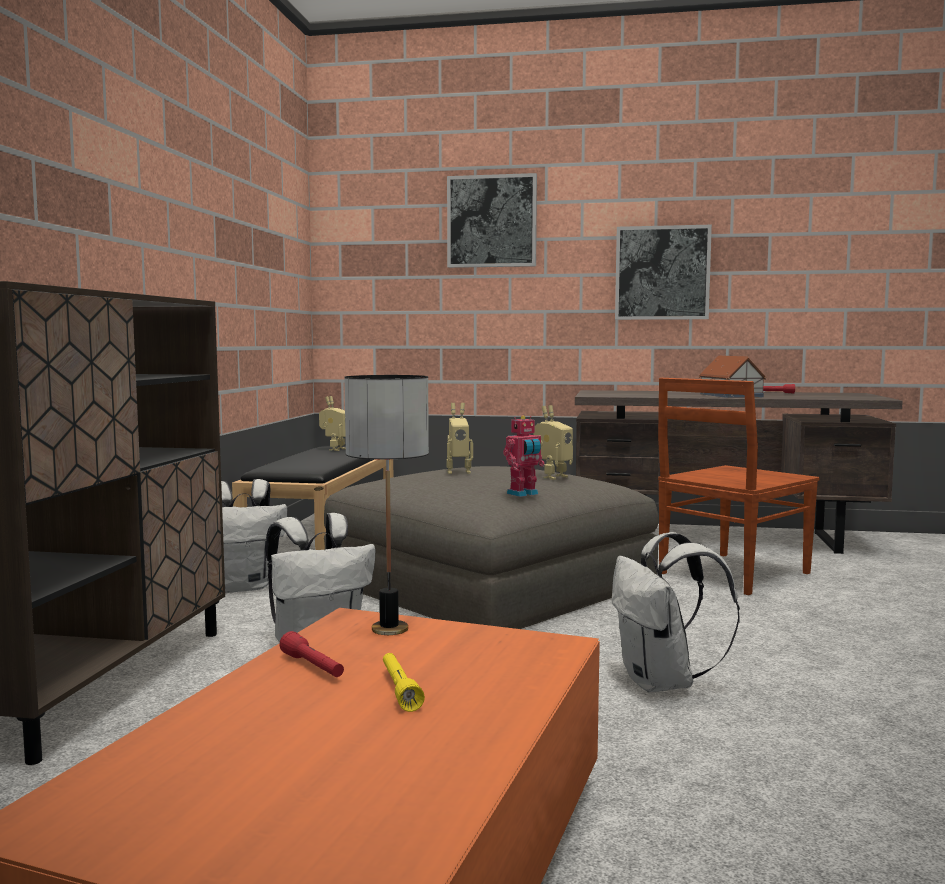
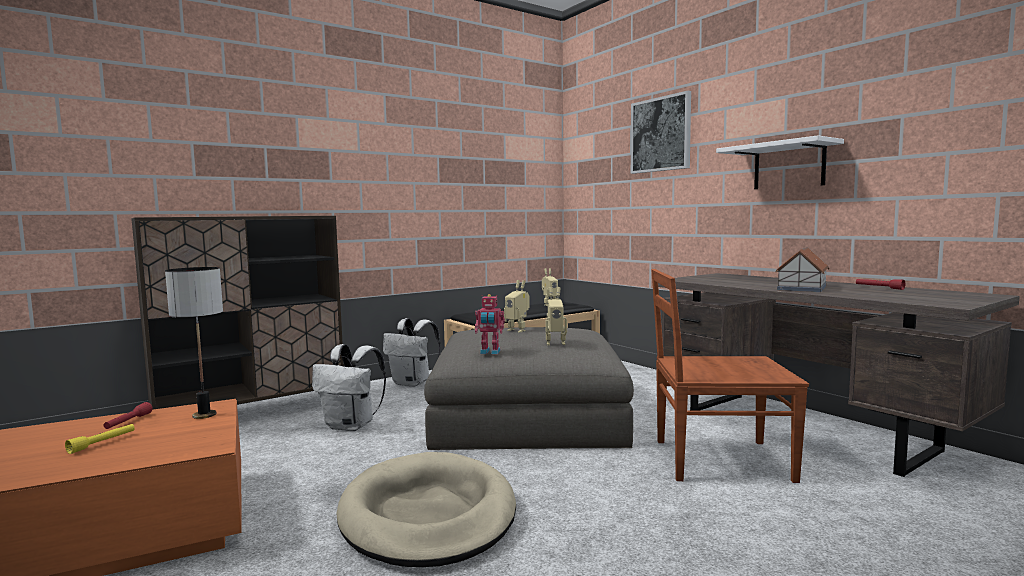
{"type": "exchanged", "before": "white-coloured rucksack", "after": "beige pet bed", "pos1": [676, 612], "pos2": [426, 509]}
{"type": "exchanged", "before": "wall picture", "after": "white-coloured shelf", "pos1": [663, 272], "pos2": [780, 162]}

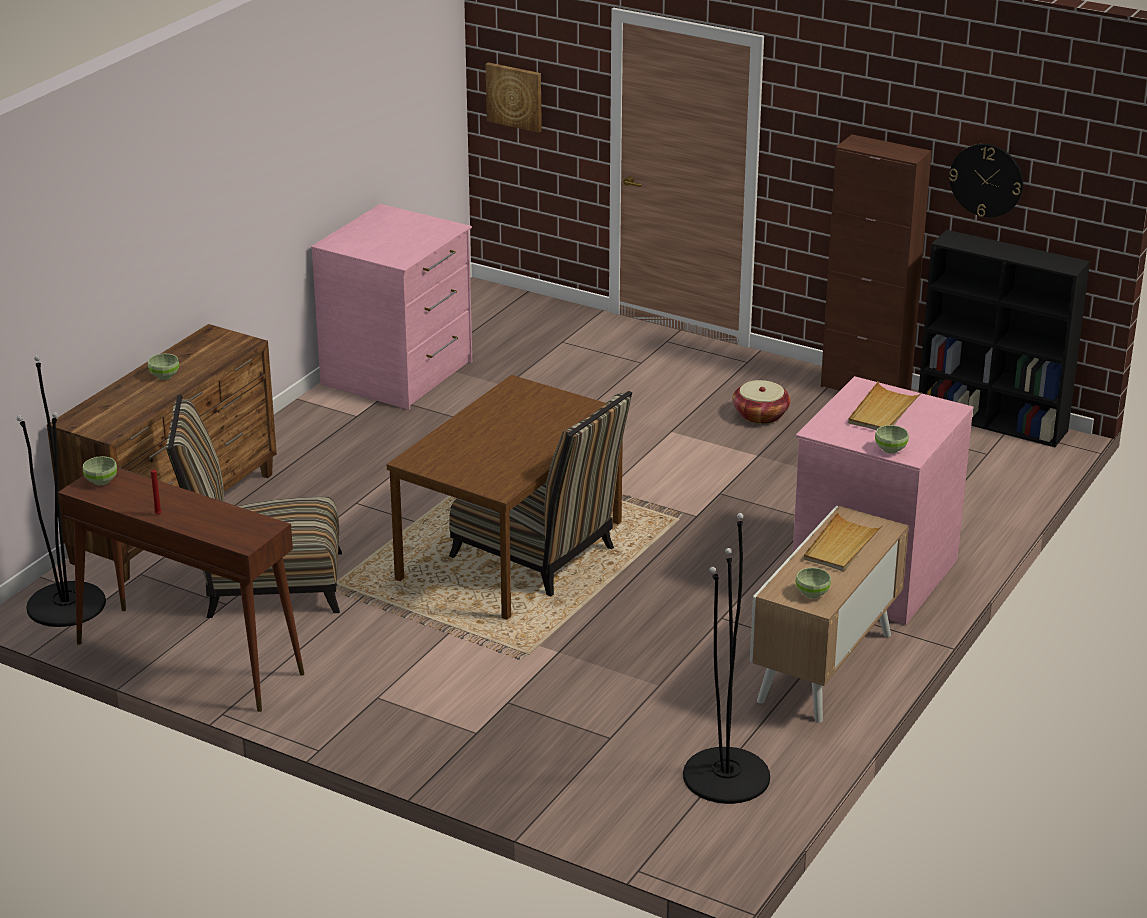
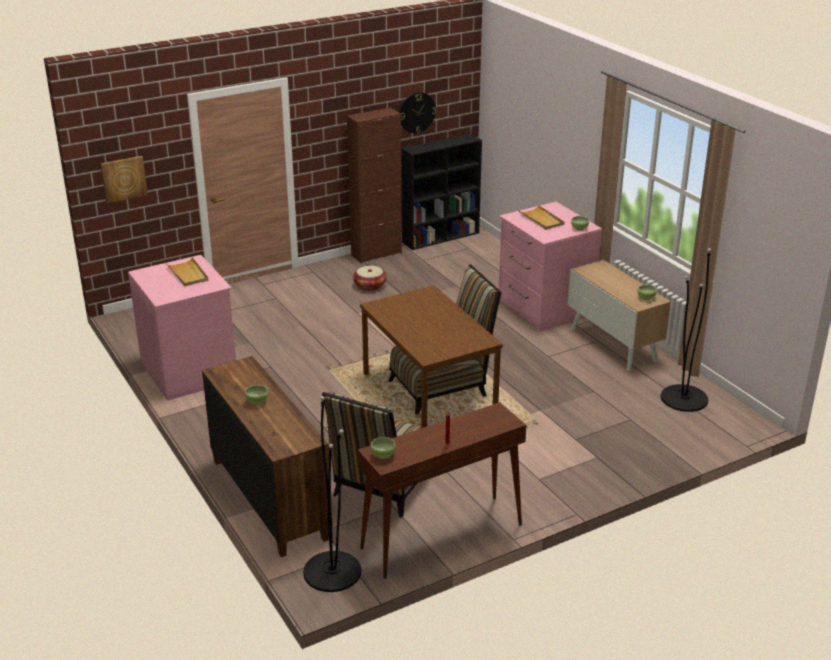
{"type": "relocated", "before": "beige carrying tray", "pos1": [843, 541], "pos2": [187, 271]}

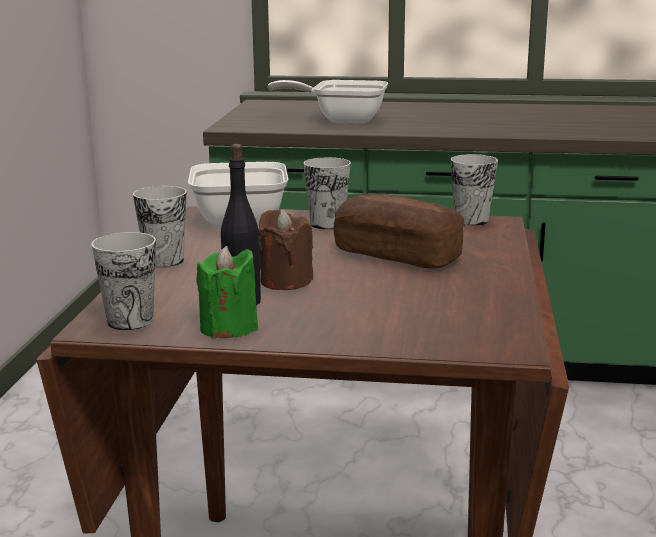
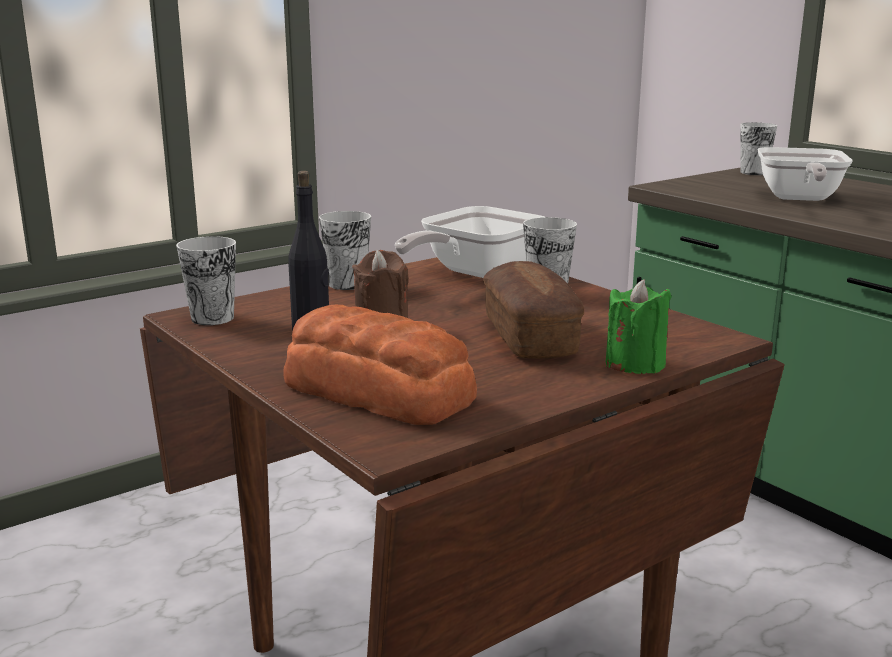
{"type": "relocated", "before": "green candle", "pos1": [227, 292], "pos2": [639, 326]}
{"type": "spun", "before": "skillet", "pos1": [327, 102], "pos2": [805, 174], "turn": -135}
{"type": "relocated", "before": "small cup", "pos1": [474, 190], "pos2": [758, 148]}
{"type": "appeared", "after": "baked bread", "pos2": [380, 365]}

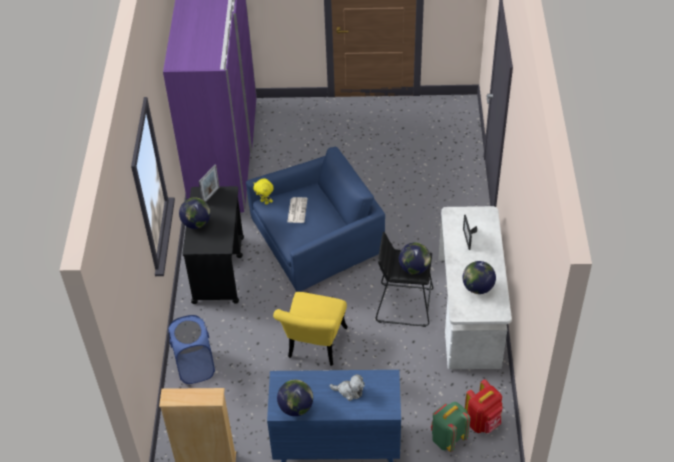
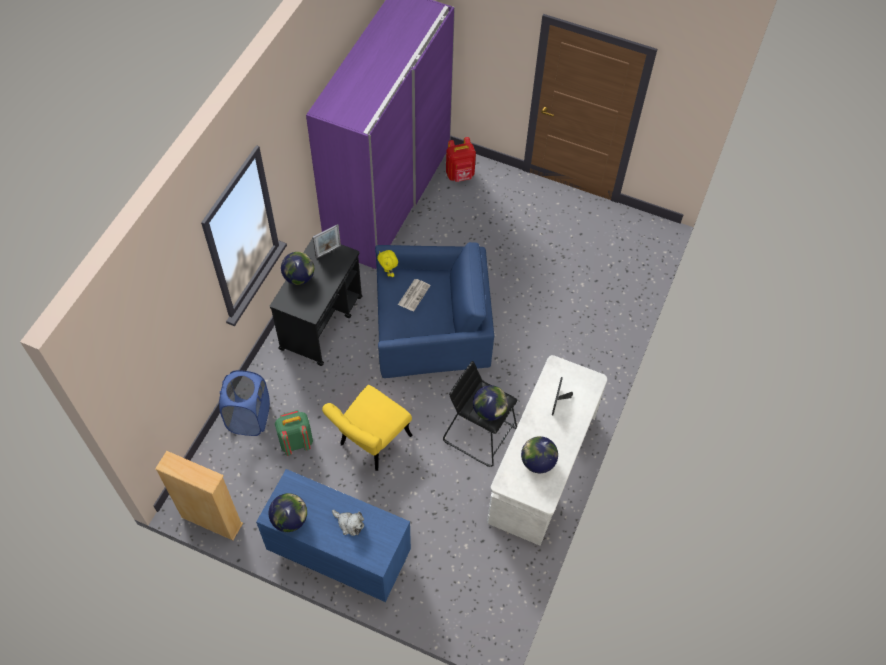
{"type": "relocated", "before": "green rucksack", "pos1": [451, 427], "pos2": [294, 433]}
{"type": "relocated", "before": "reddish rucksack", "pos1": [483, 406], "pos2": [461, 159]}

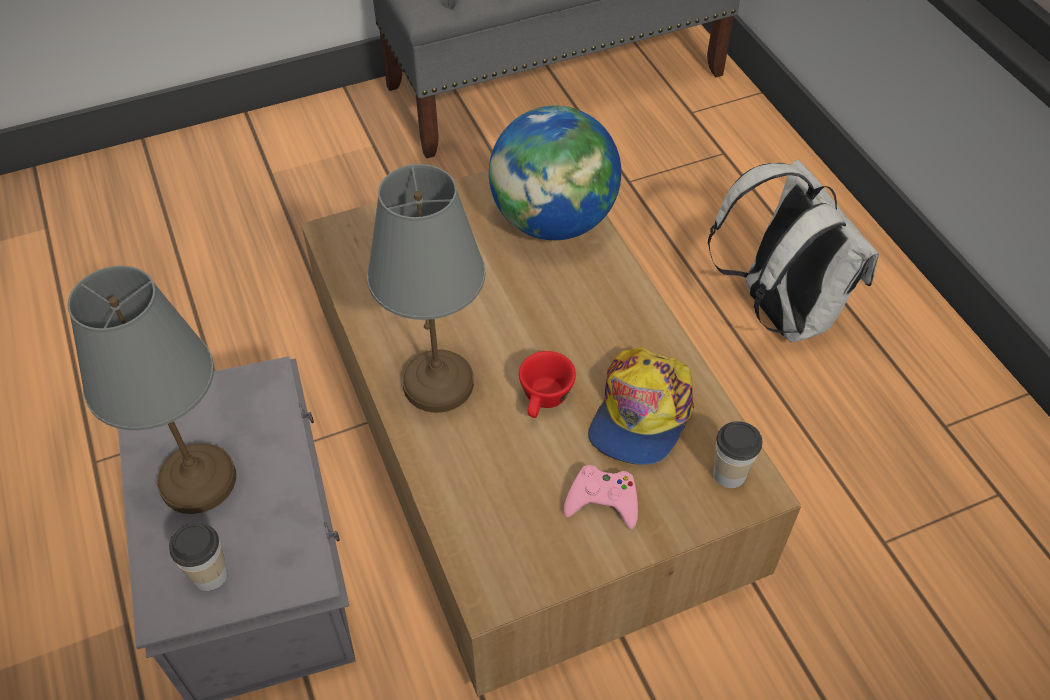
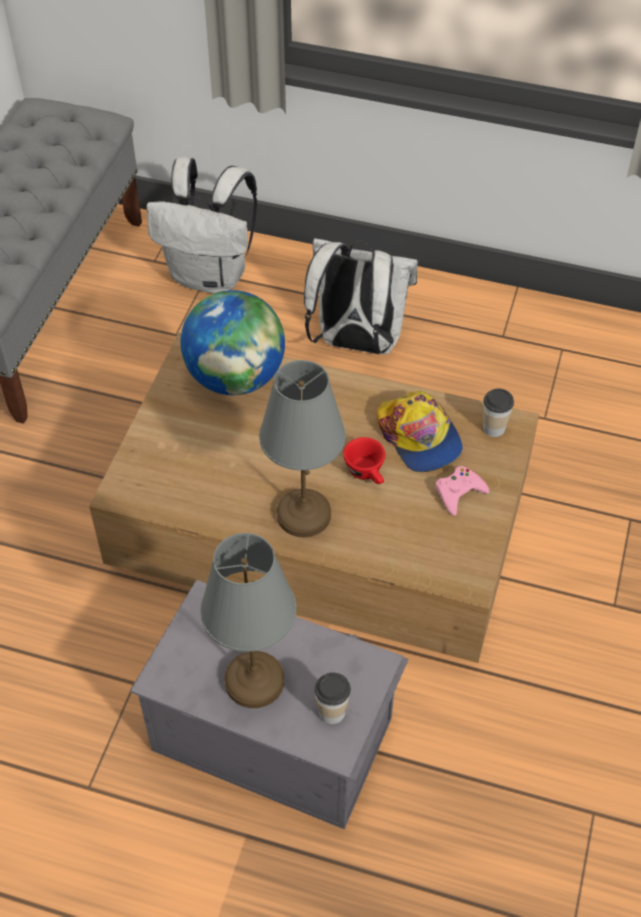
{"type": "appeared", "after": "white-coloured rucksack", "pos2": [201, 225]}

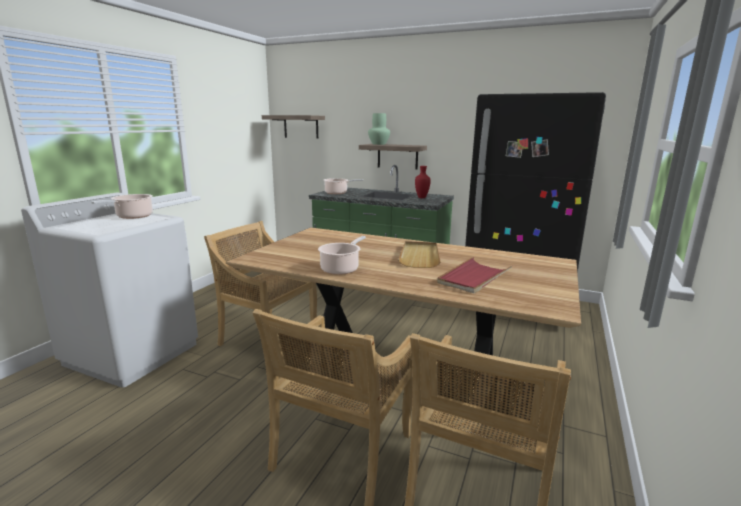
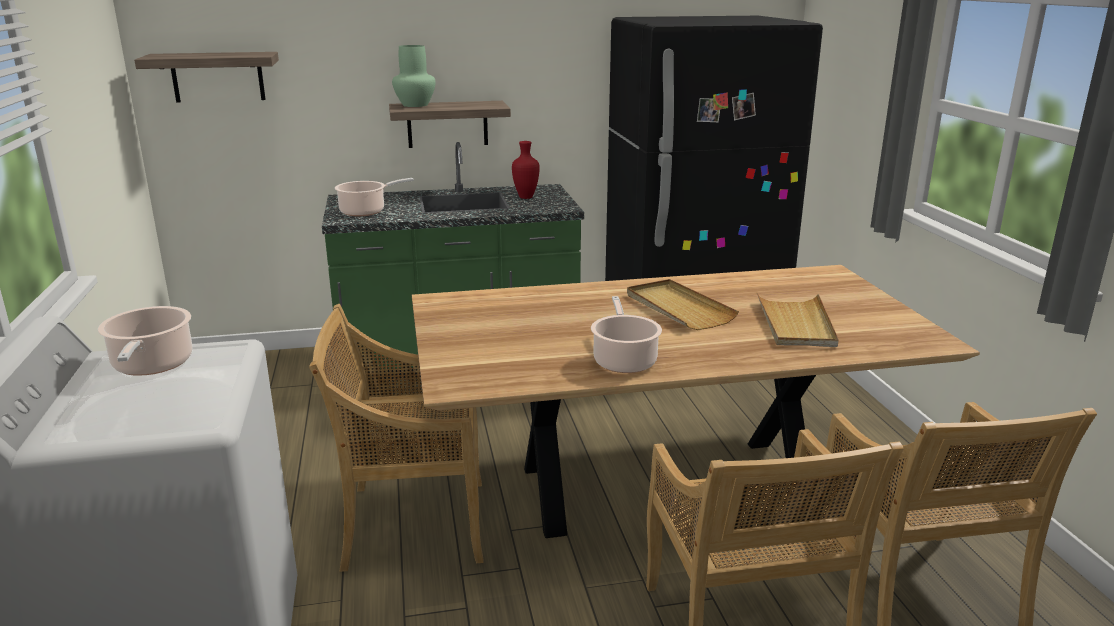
{"type": "colour", "before": "reddish carrying tray", "after": "beige carrying tray", "pos1": [474, 275], "pos2": [797, 319]}

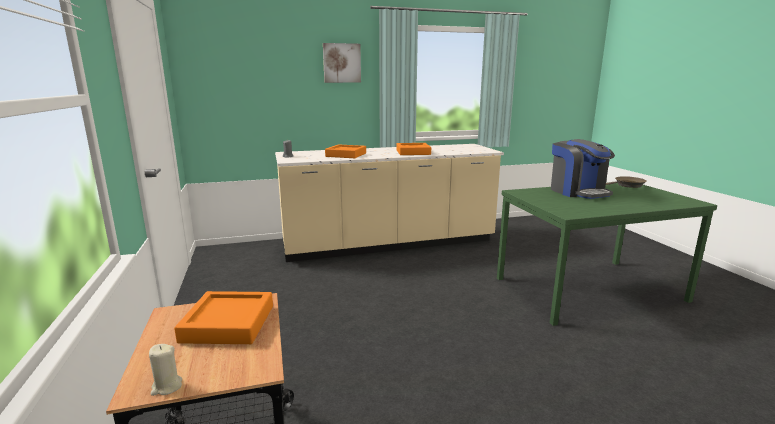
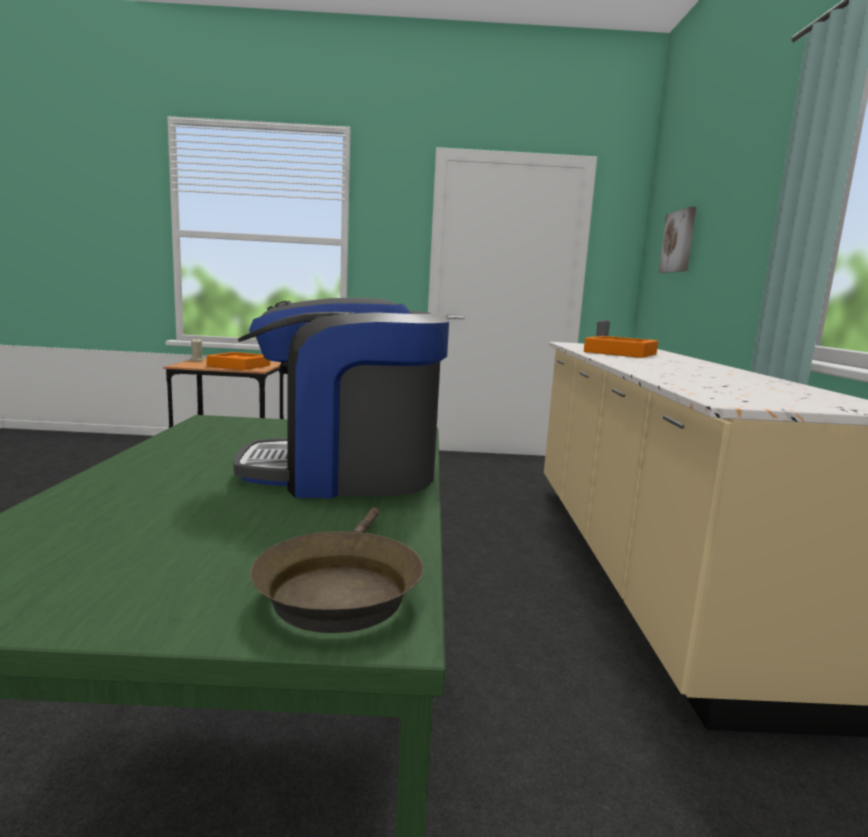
{"type": "relocated", "before": "wall picture", "pos1": [342, 63], "pos2": [677, 239]}
{"type": "missing", "before": "orange carrying tray", "pos1": [413, 149]}

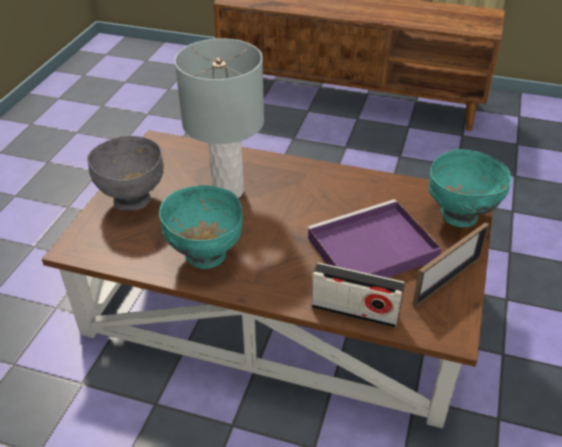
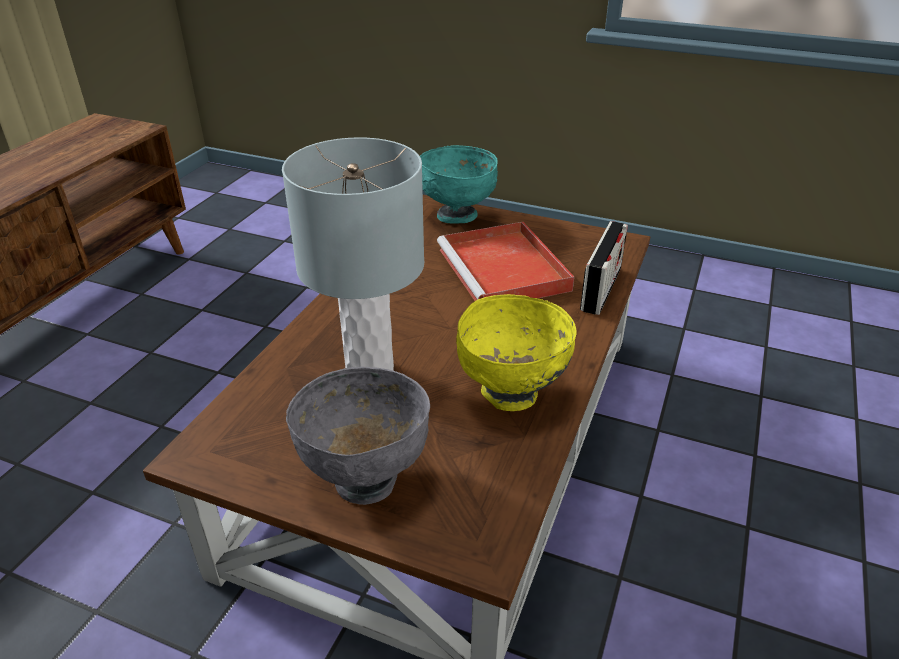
{"type": "colour", "before": "turquoise deep dish", "after": "yellow deep dish", "pos1": [201, 227], "pos2": [516, 352]}
{"type": "colour", "before": "purple-coloured carrying tray", "after": "reddish carrying tray", "pos1": [374, 238], "pos2": [505, 261]}
{"type": "missing", "before": "standing frame", "pos1": [450, 264]}

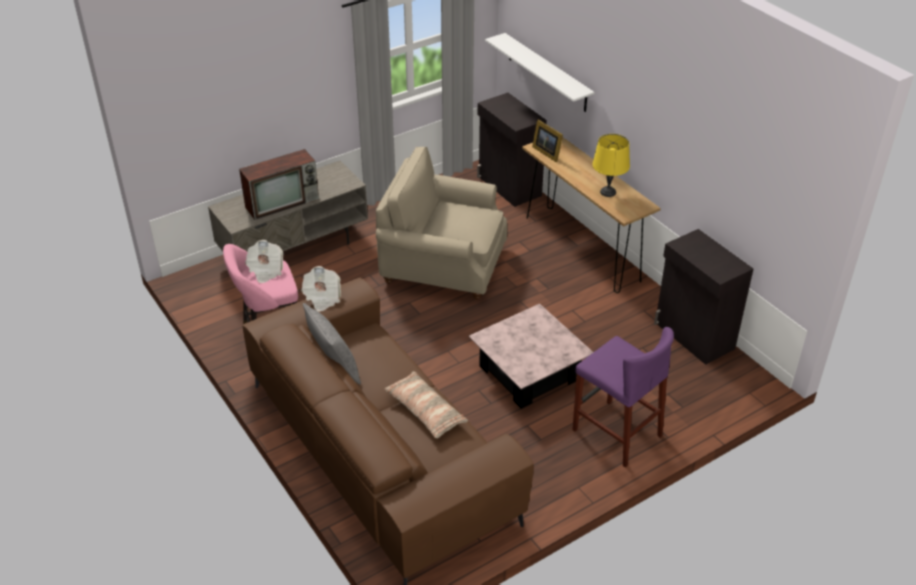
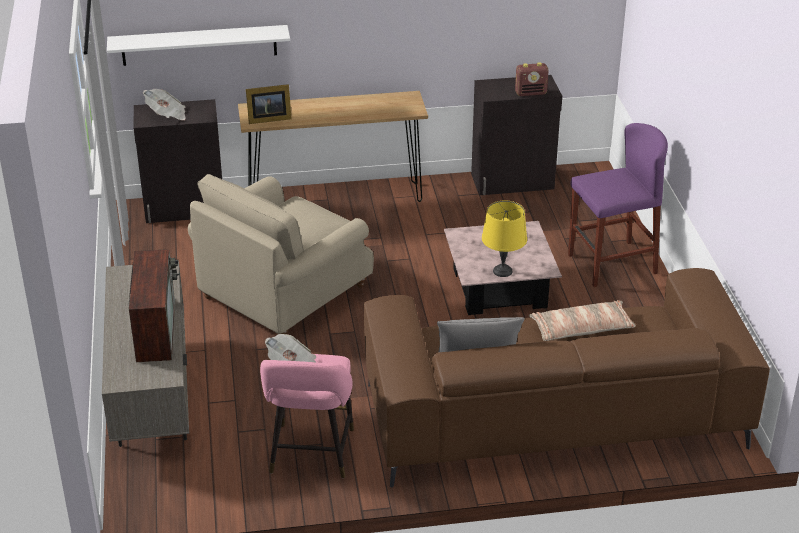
{"type": "relocated", "before": "printed paper", "pos1": [321, 289], "pos2": [164, 104]}
{"type": "relocated", "before": "yellow lamp for a table", "pos1": [611, 165], "pos2": [504, 239]}
{"type": "appeared", "after": "radio", "pos2": [532, 79]}

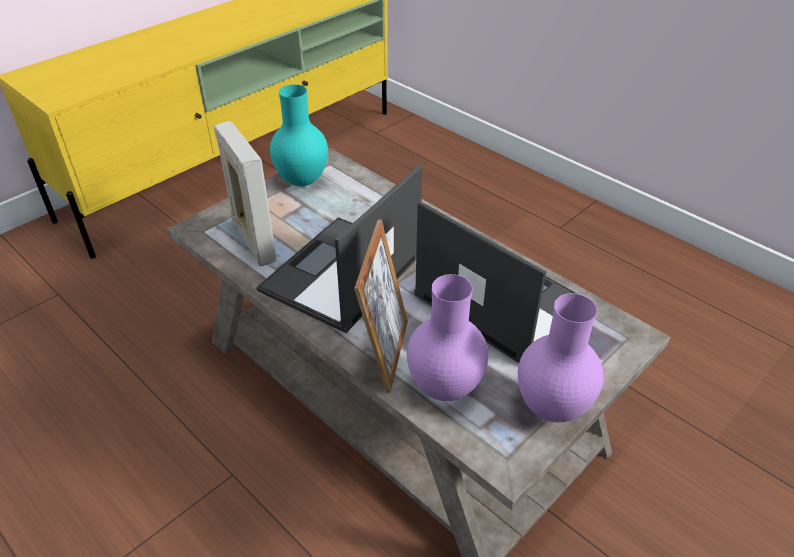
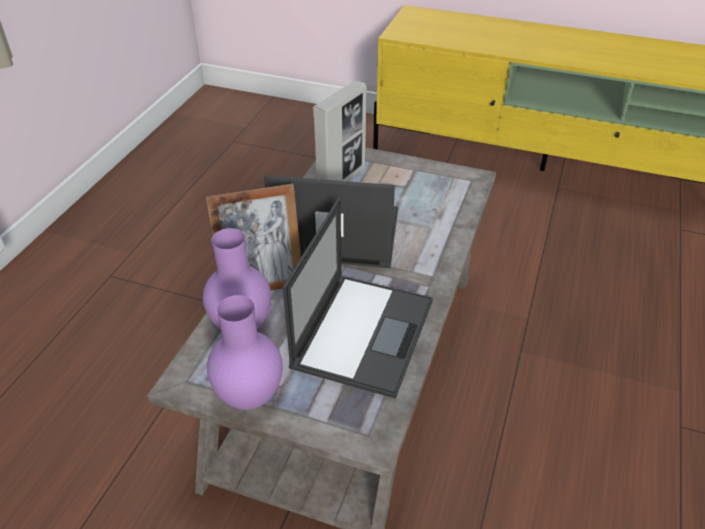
{"type": "missing", "before": "turquoise vase", "pos1": [299, 135]}

